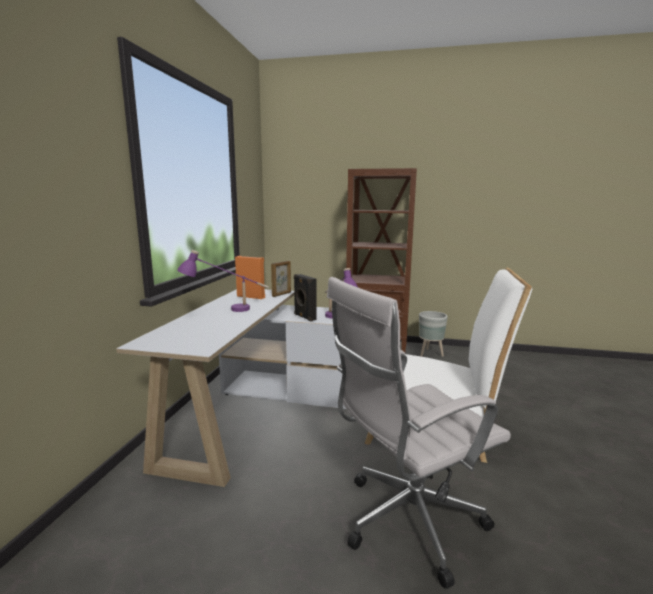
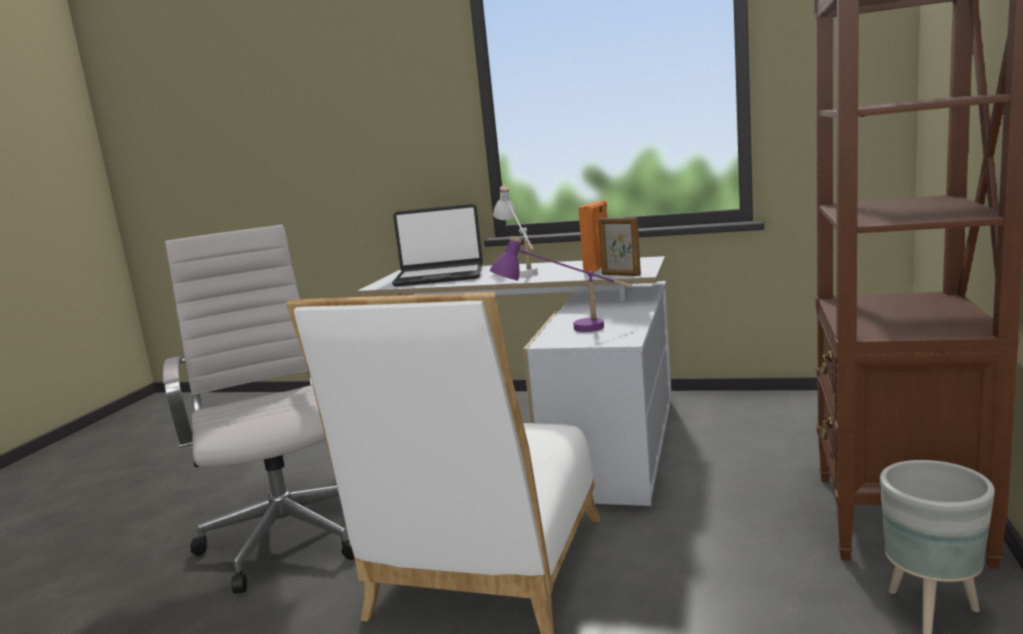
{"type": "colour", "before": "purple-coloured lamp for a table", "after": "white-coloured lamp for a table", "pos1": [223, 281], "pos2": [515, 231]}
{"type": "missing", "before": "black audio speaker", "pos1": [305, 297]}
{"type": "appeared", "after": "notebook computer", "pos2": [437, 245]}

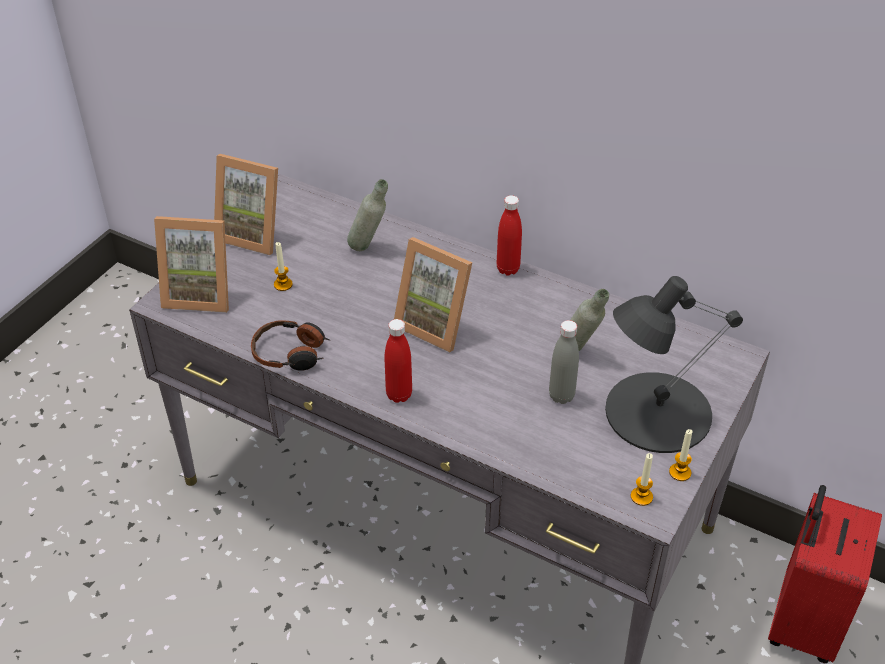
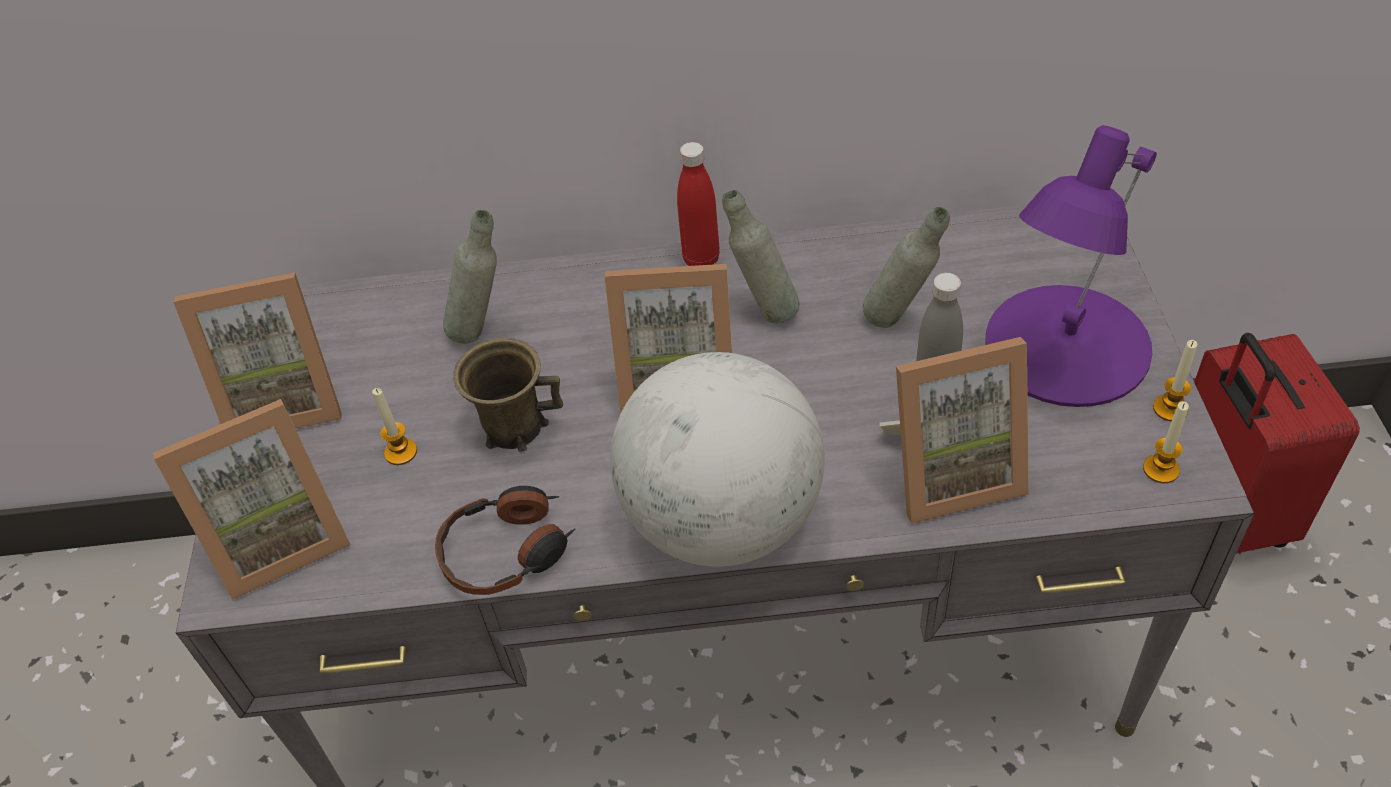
{"type": "exchanged", "before": "reddish bottle", "after": "globe", "pos1": [398, 361], "pos2": [718, 459]}
{"type": "colour", "before": "black lamp for a table", "after": "purple-coloured lamp for a table", "pos1": [674, 364], "pos2": [1071, 266]}
{"type": "appeared", "after": "brown-coloured mug", "pos2": [508, 395]}
{"type": "appeared", "after": "gray bottle", "pos2": [761, 257]}
{"type": "appeared", "after": "standing frame", "pos2": [954, 430]}

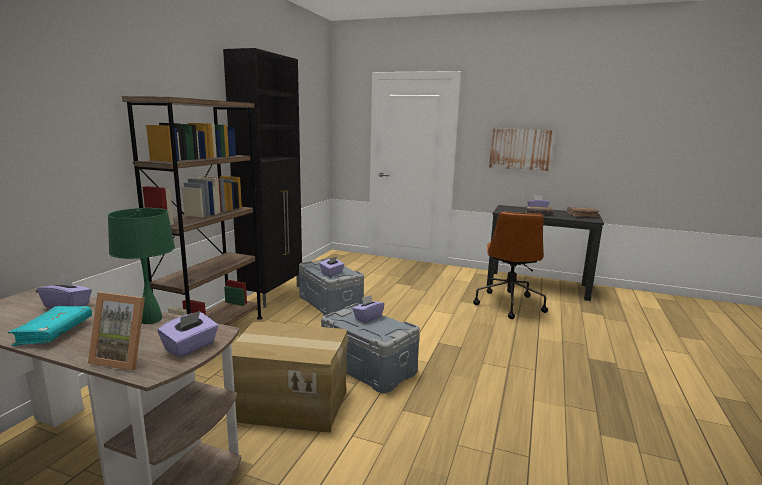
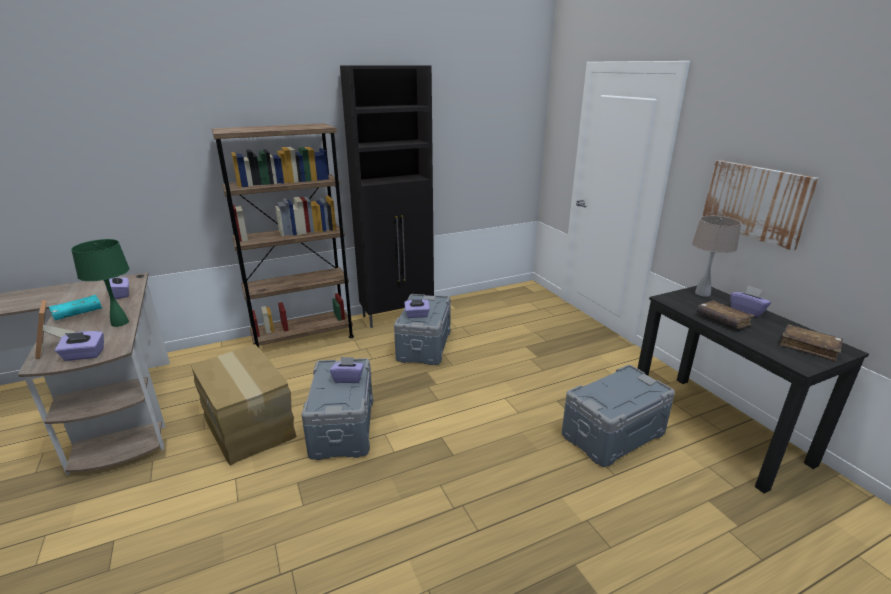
{"type": "exchanged", "before": "brown-coloured desk chair", "after": "gray storage container", "pos1": [510, 265], "pos2": [618, 416]}
{"type": "appeared", "after": "beige lamp for a table", "pos2": [717, 256]}

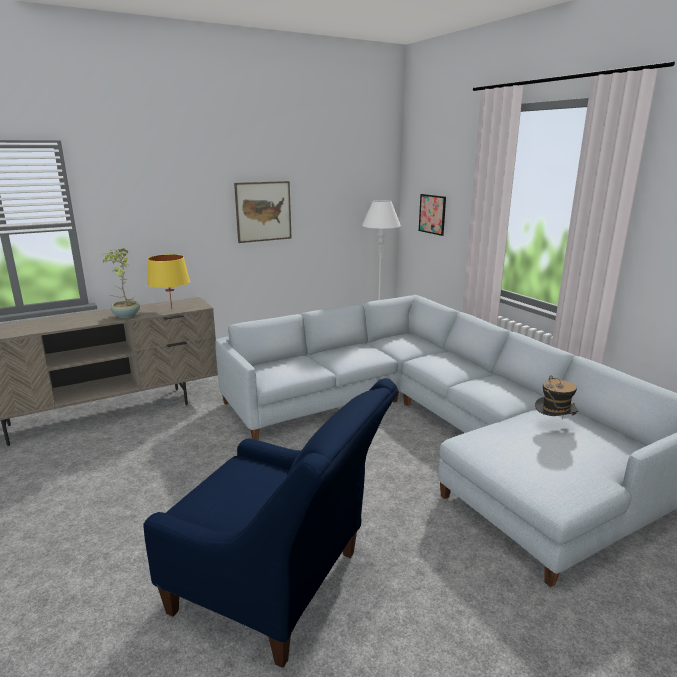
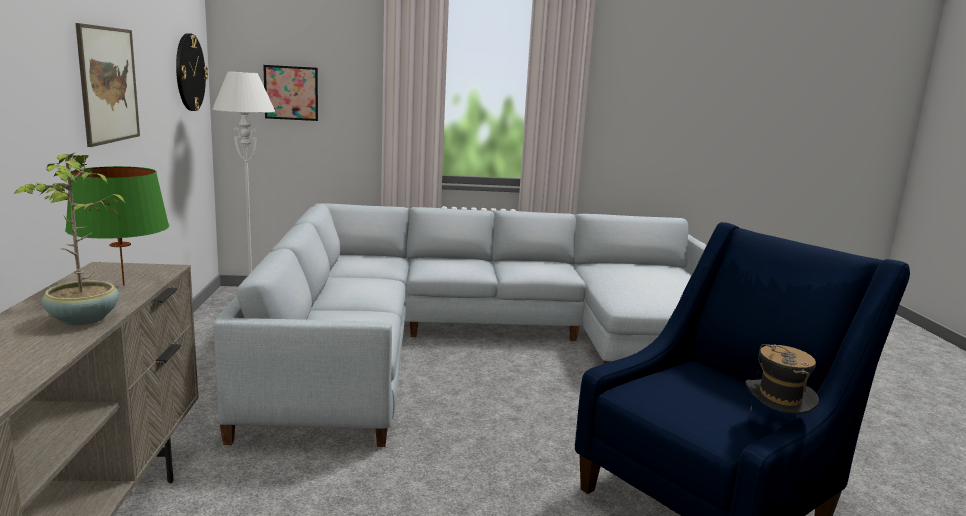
{"type": "colour", "before": "yellow lamp for a table", "after": "green lamp for a table", "pos1": [168, 281], "pos2": [117, 226]}
{"type": "relocated", "before": "hat", "pos1": [556, 395], "pos2": [782, 379]}
{"type": "appeared", "after": "wall clock", "pos2": [192, 72]}

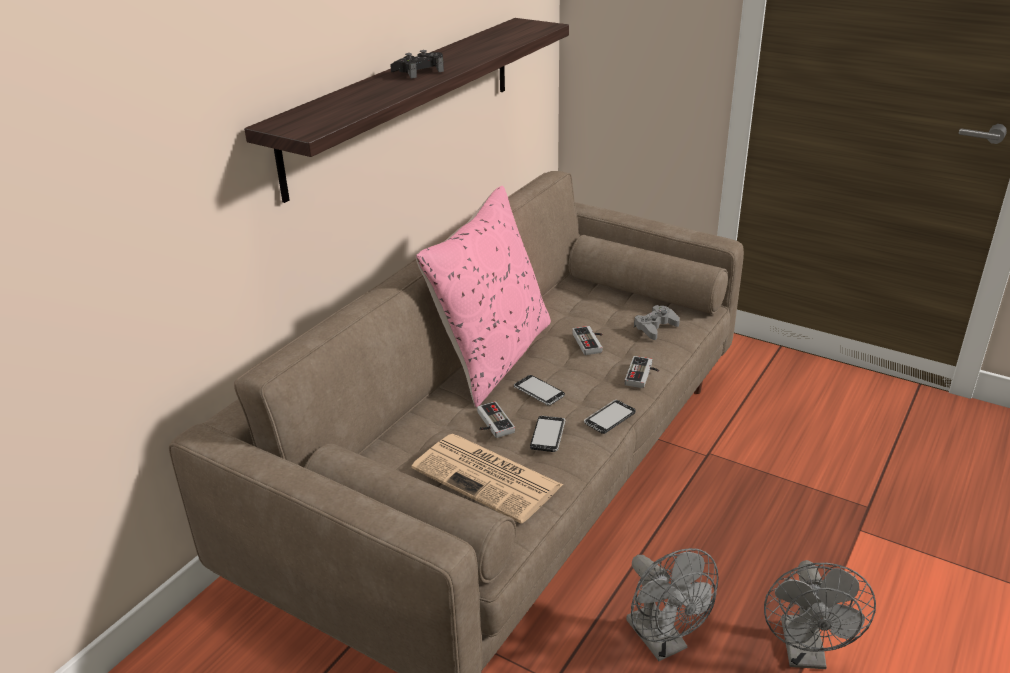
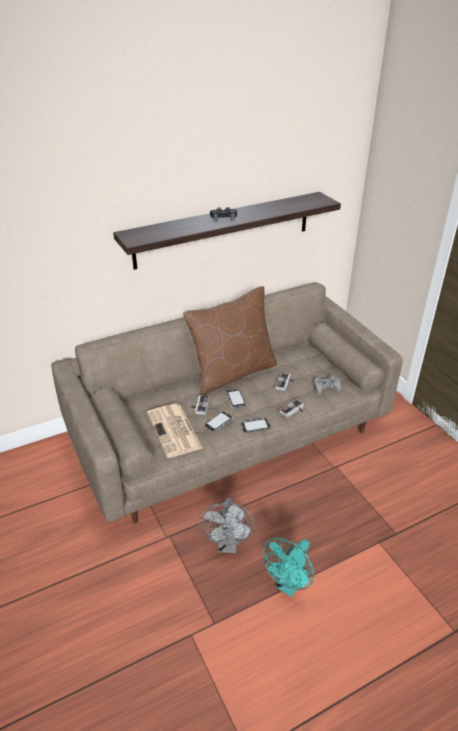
{"type": "colour", "before": "pinkish cushion", "after": "brown-coloured cushion", "pos1": [483, 296], "pos2": [230, 340]}
{"type": "colour", "before": "gray electric fan", "after": "turquoise electric fan", "pos1": [820, 614], "pos2": [288, 567]}

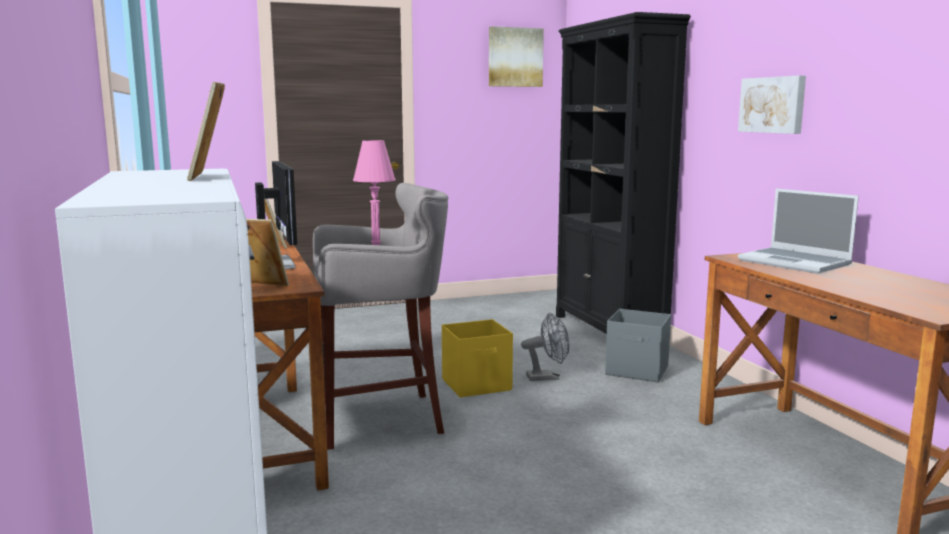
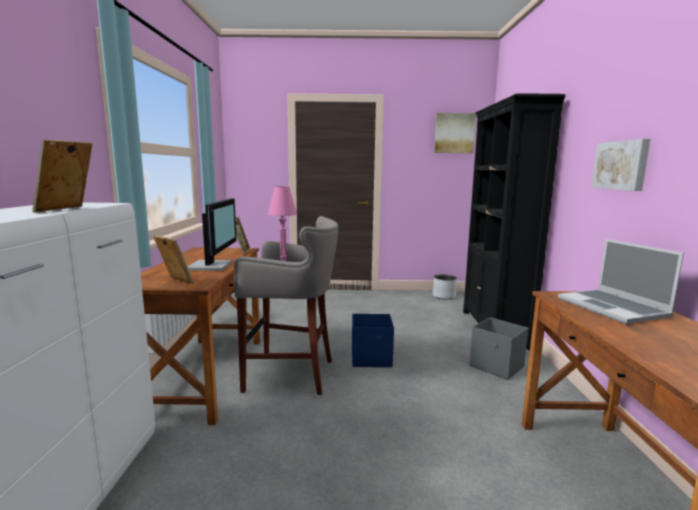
{"type": "colour", "before": "yellow storage container", "after": "blue storage container", "pos1": [477, 358], "pos2": [373, 340]}
{"type": "missing", "before": "gray electric fan", "pos1": [545, 347]}
{"type": "appeared", "after": "gray plant pot", "pos2": [445, 287]}

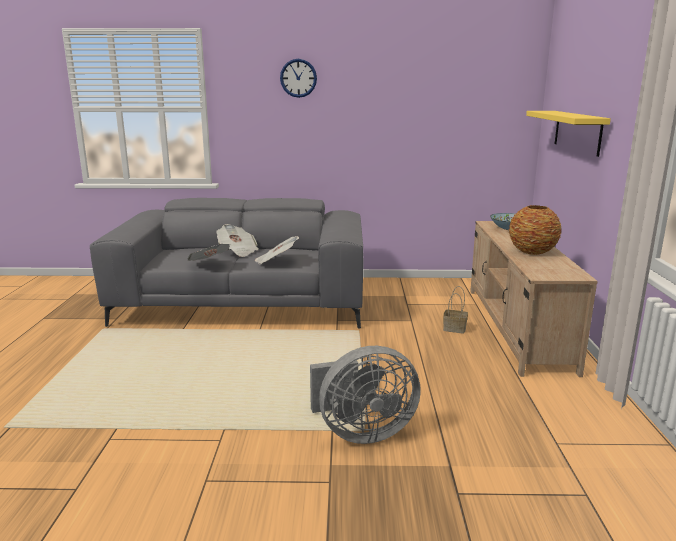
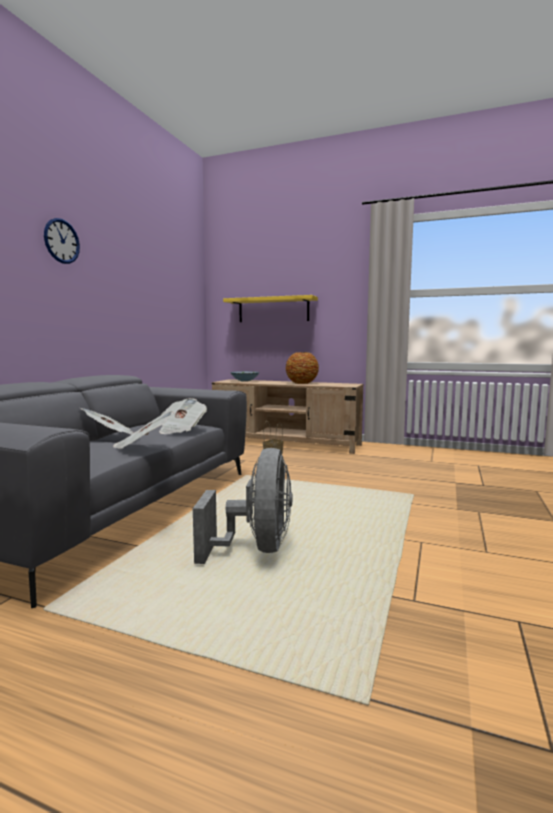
{"type": "relocated", "before": "gray electric fan", "pos1": [365, 395], "pos2": [242, 506]}

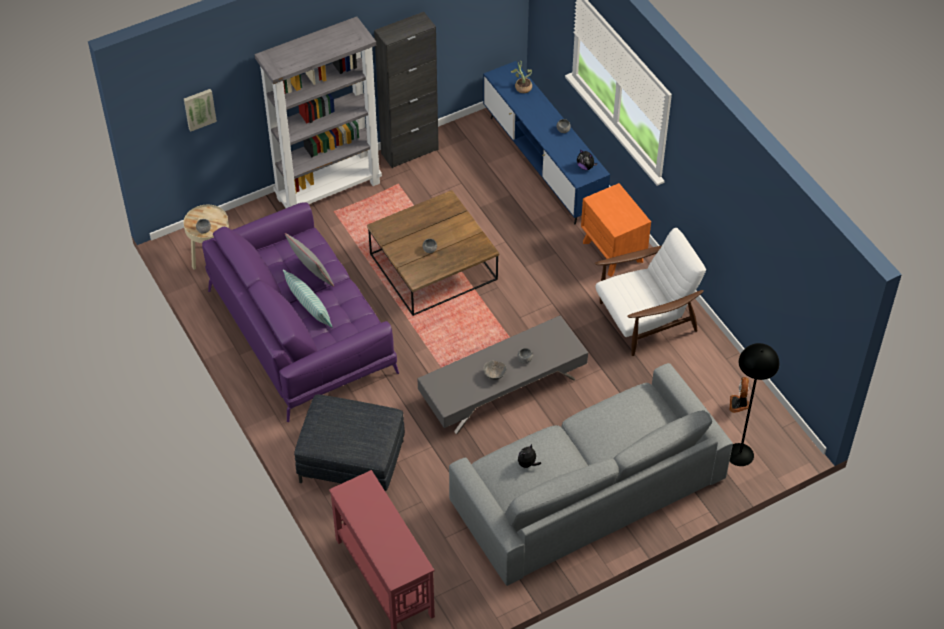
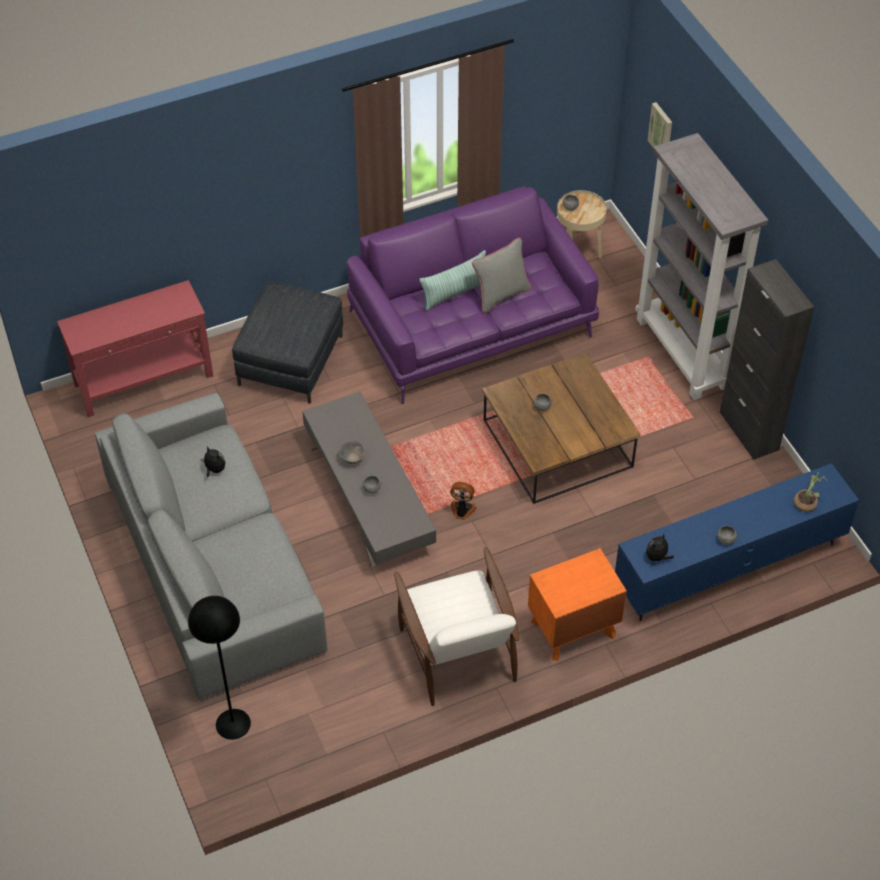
{"type": "relocated", "before": "electric fan", "pos1": [739, 395], "pos2": [463, 501]}

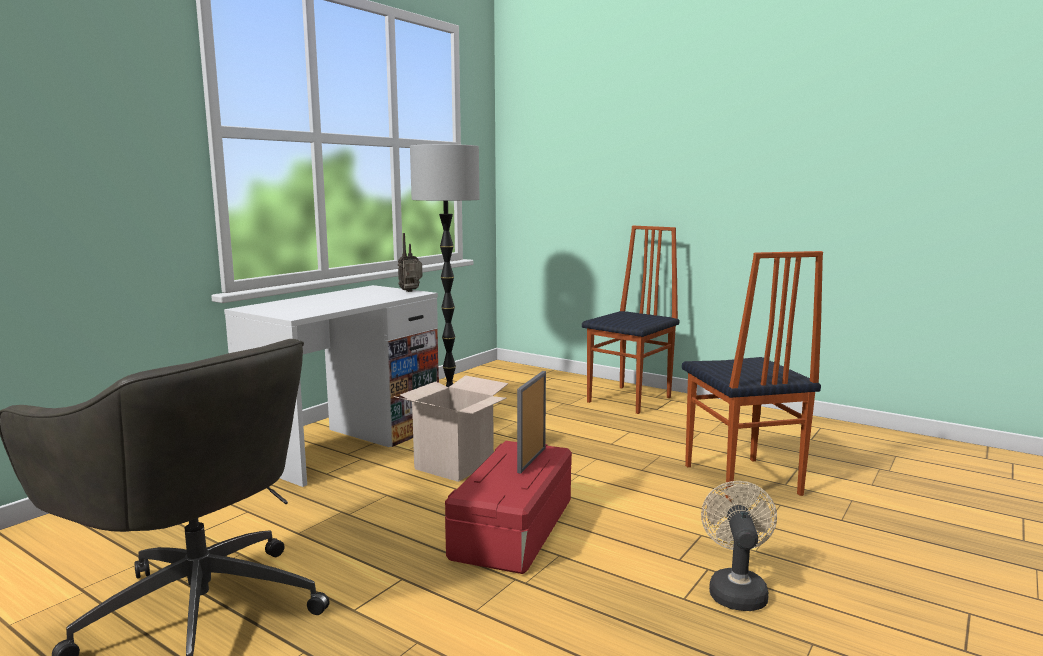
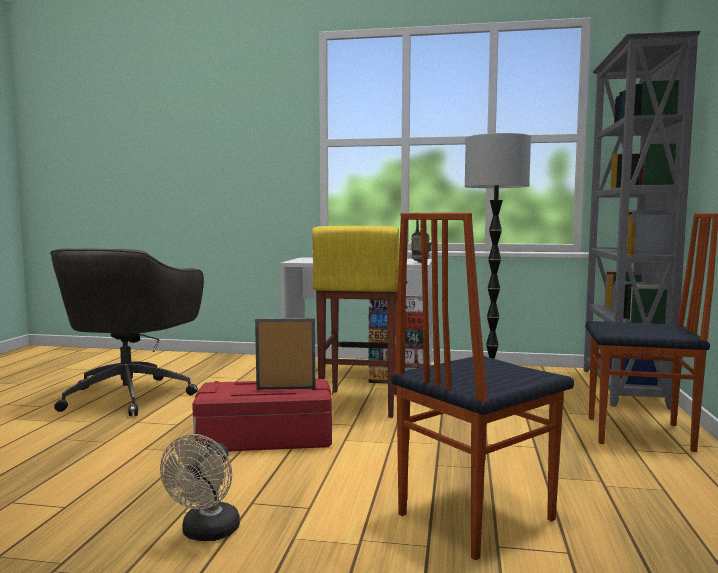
{"type": "exchanged", "before": "packing box", "after": "yellow stool", "pos1": [450, 428], "pos2": [355, 322]}
{"type": "spun", "before": "beige electric fan", "pos1": [739, 546], "pos2": [200, 487], "turn": 120}
{"type": "appeared", "after": "gray bookshelf", "pos2": [642, 220]}

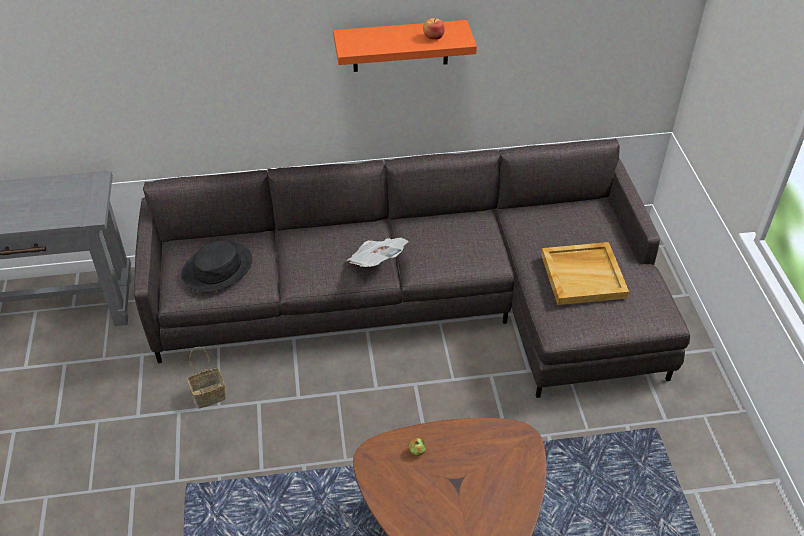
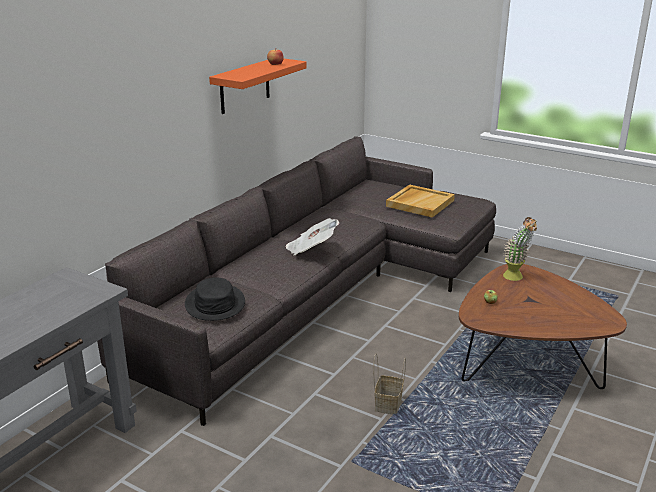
{"type": "relocated", "before": "basket", "pos1": [207, 377], "pos2": [389, 384]}
{"type": "appeared", "after": "plant in a pot", "pos2": [520, 249]}

